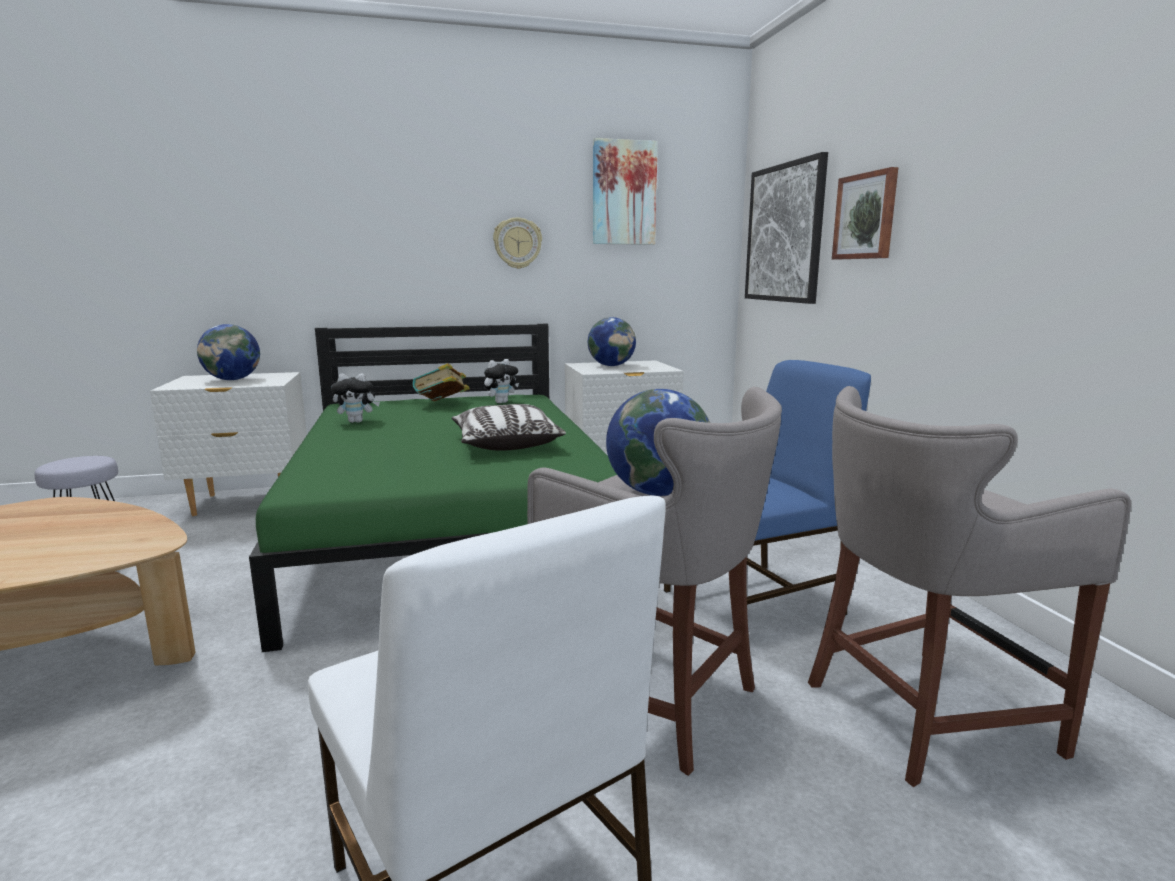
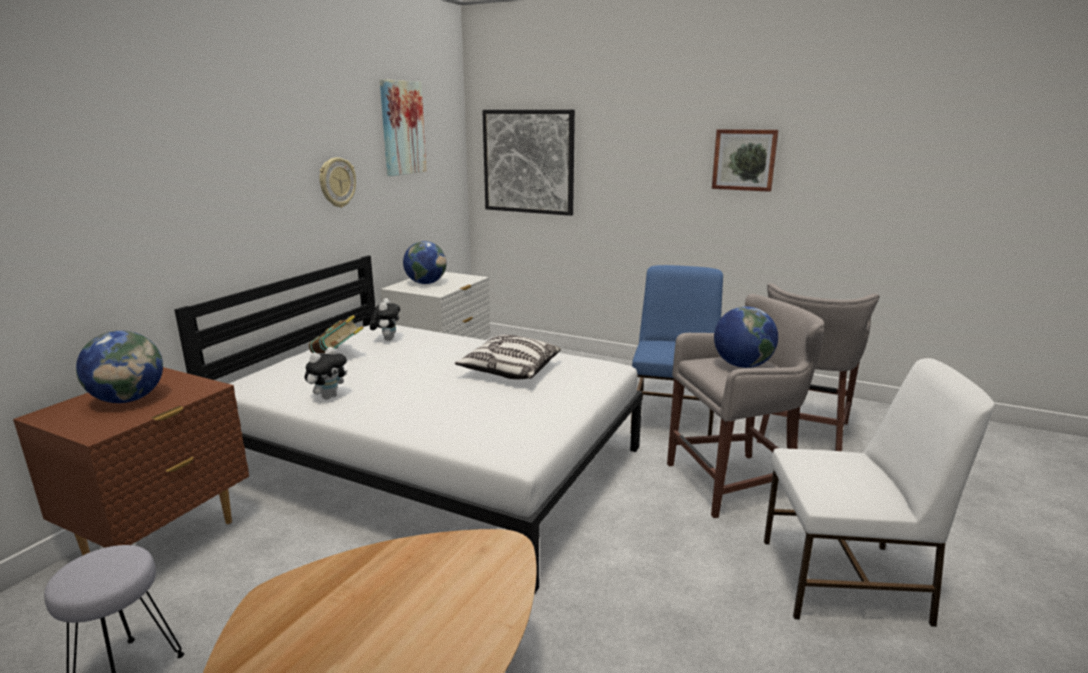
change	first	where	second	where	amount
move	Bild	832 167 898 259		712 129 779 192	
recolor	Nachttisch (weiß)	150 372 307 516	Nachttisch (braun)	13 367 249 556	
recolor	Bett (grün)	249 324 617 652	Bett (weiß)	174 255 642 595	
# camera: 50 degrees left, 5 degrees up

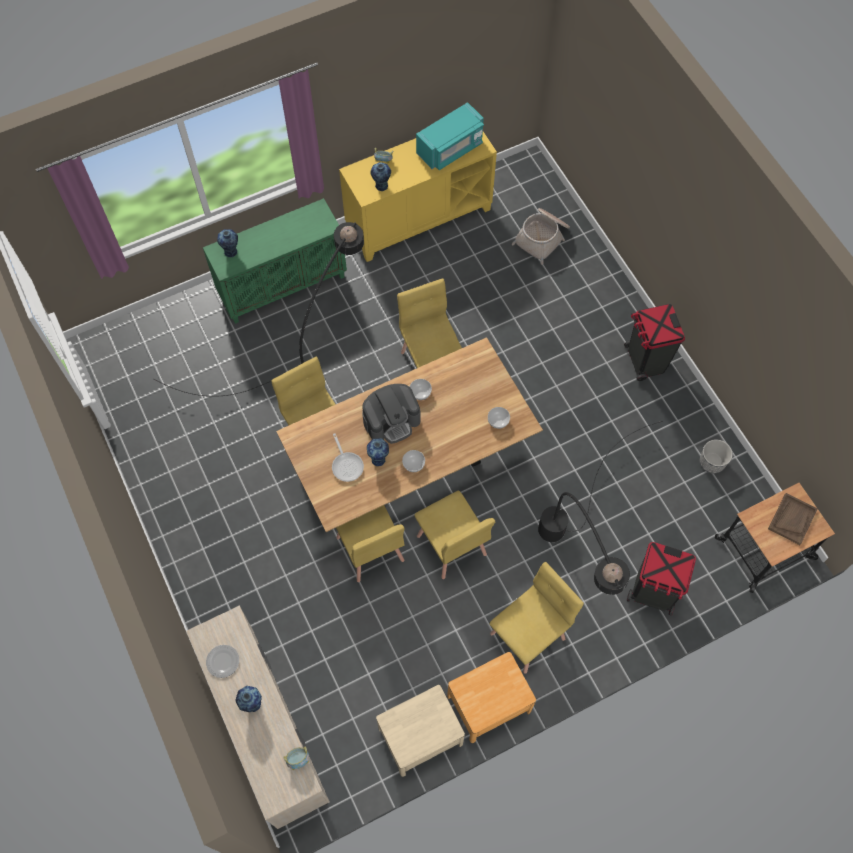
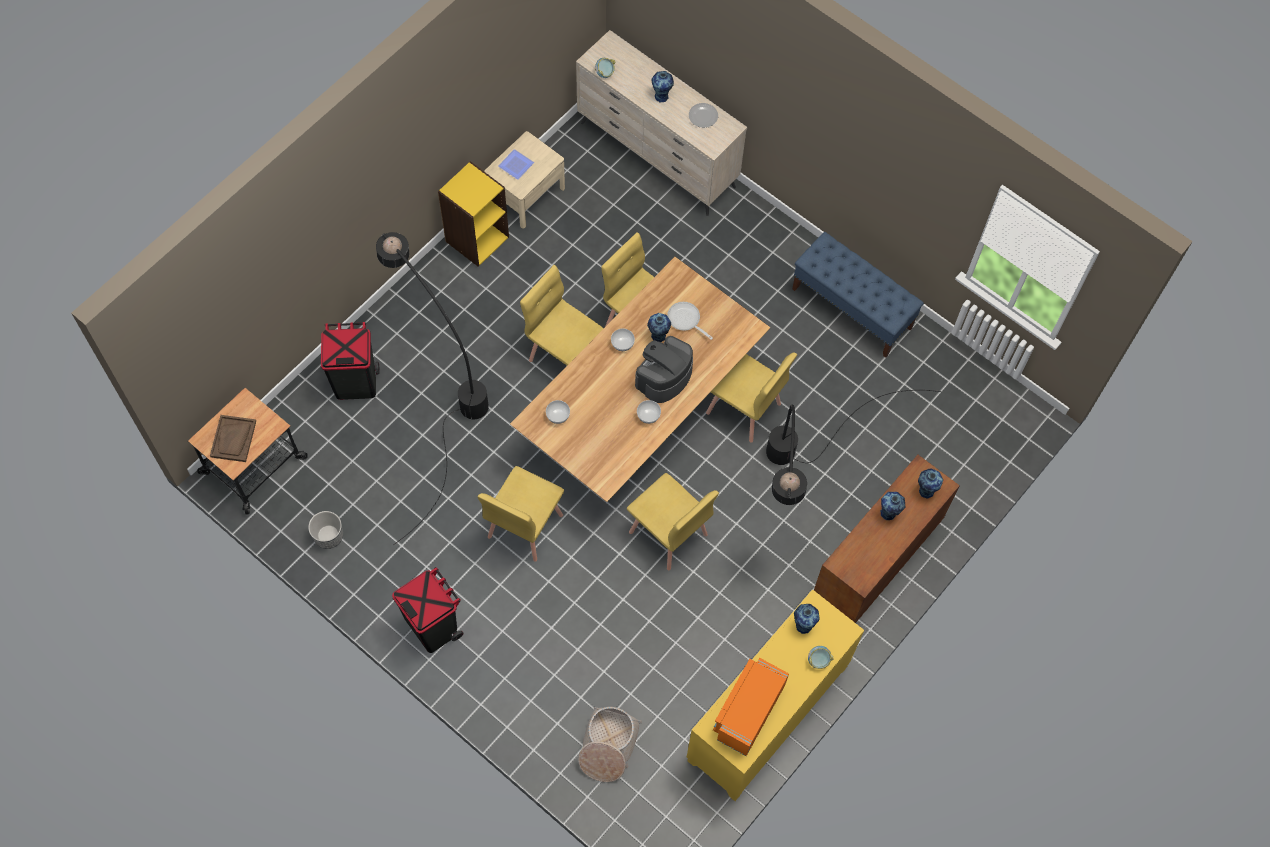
change	first	where	second	where	amount
insert			Teller	498 149 534 180	
insert			Bank (blau)	792 232 924 358	
insert			Vase	881 492 905 520	
move	Stuhl (gelb)	489 562 584 674		478 466 564 562	
replace	Nachttisch (braun)	447 652 536 743	Bücherregal (gelb)	438 161 509 267	
recolor	Schrank (grün)	203 198 347 324	Schrank (braun)	814 455 960 623	
recolor	Mikrowelle (türkis)	416 102 484 170	Mikrowelle (orange)	713 658 789 756	
# camera: 155 degrees right, 0 degrees up

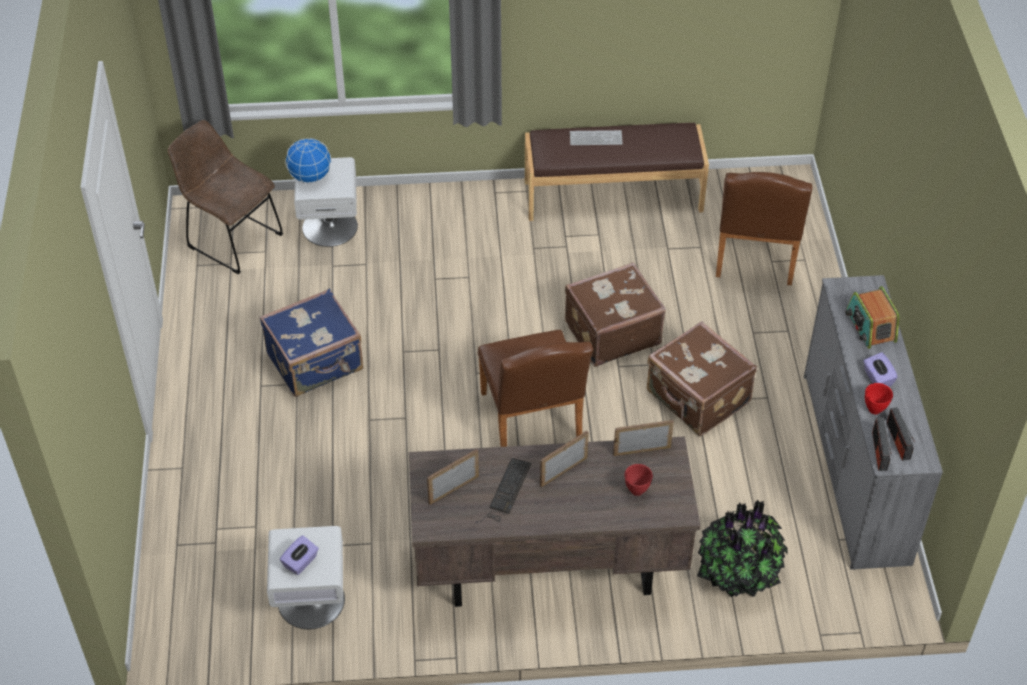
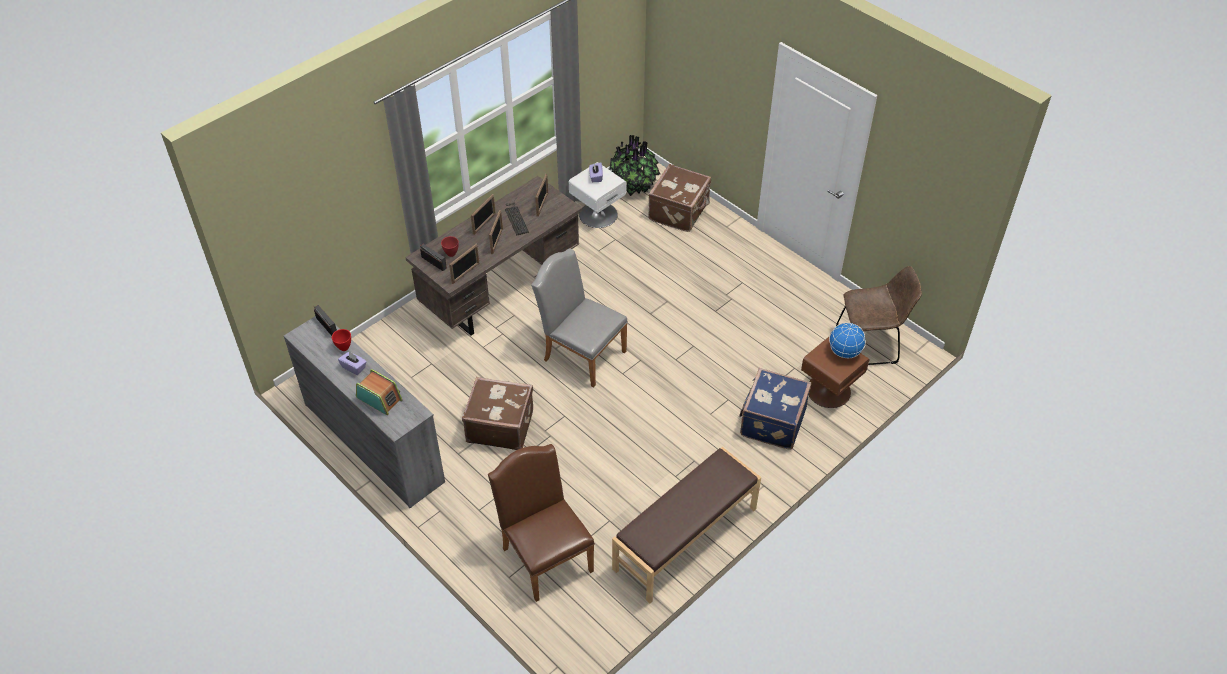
change	first	where	second	where	amount
delete	Tastatur	570 130 623 145			
insert			Bilderrahmen	471 194 496 235	
move	Koffer (blau)	260 289 363 397		739 368 811 450	
move	Koffer (braun)	565 262 666 367		648 164 711 232	
move	Topfpflanze	697 499 788 597		609 135 660 196	
move	Radio	887 408 915 461		420 244 447 271	
recolor	Nachttisch (weiß)	294 157 358 247	Nachttisch (braun)	801 335 870 408	
recolor	Stuhl (braun)	478 330 593 447	Stuhl (grau)	531 248 628 387	
# camera: 140 degrees right, 0 degrees up

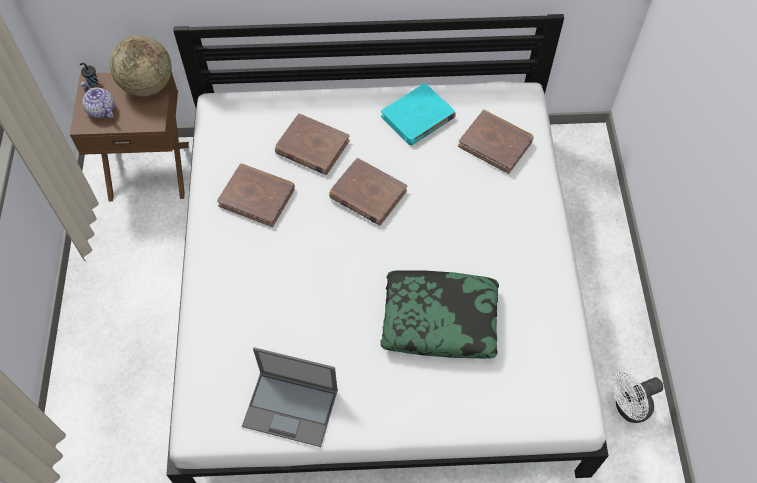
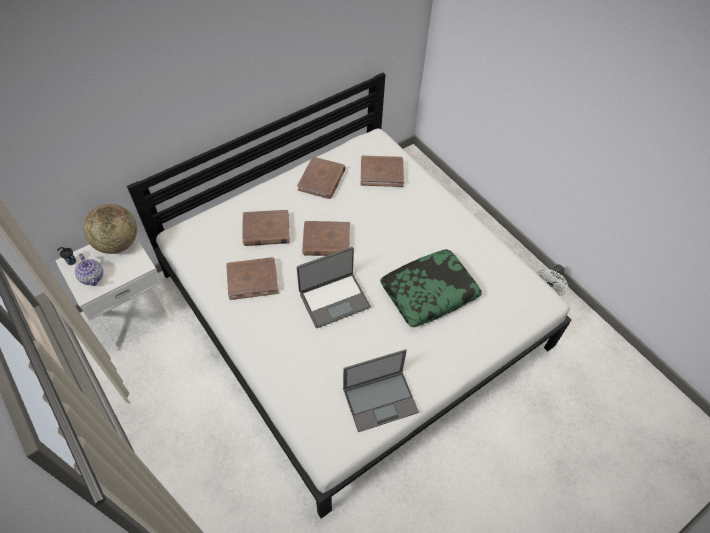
change	first	where	second	where	amount
insert			Laptop	297 247 371 328	
recolor	Nachttisch (braun)	70 71 189 202	Nachttisch (weiß)	55 238 174 353	
recolor	Buch (türkis)	381 83 456 145	Buch (braun)	297 157 346 199	
rotate	Teekanne	81 82 114 119		75 253 103 286	135 degrees counterclockwise
# camera: 35 degrees left, 5 degrees down

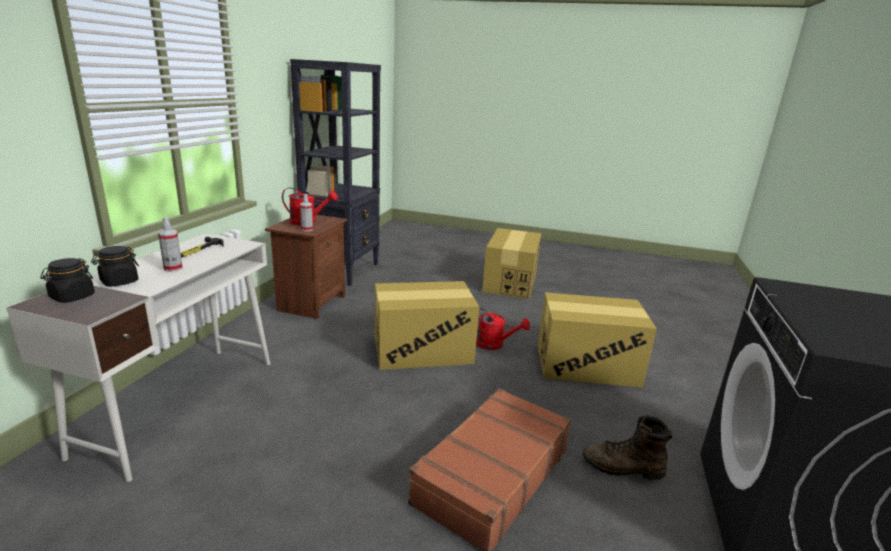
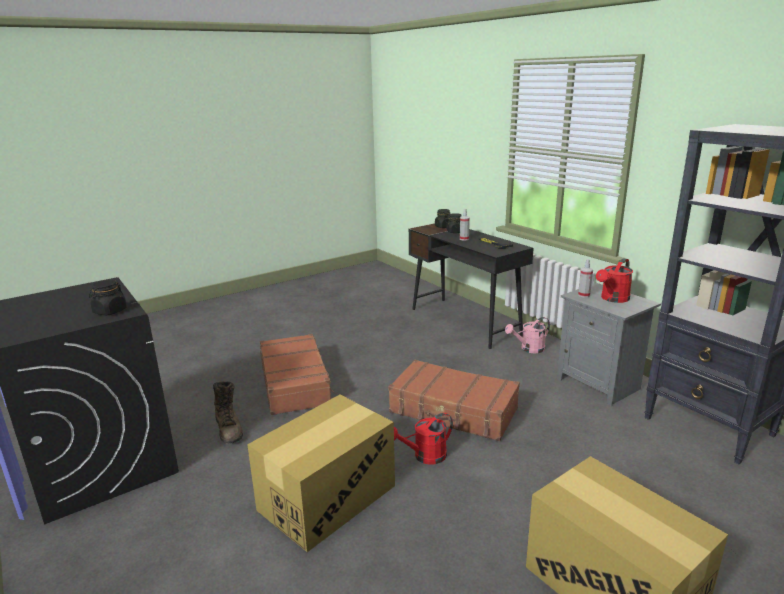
change	first	where	second	where	amount
insert			Vorratsglas (schwarz)	89 279 127 316	
insert			Gießkanne (rosa)	505 317 550 353	
replace	Karton	375 281 479 370	Koffer (braun)	388 360 520 441	
recolor	Schreibtisch (weiß)	6 234 270 482	Schreibtisch (schwarz)	409 223 534 349	
recolor	Nachttisch (braun)	265 215 347 319	Nachttisch (grau)	557 283 661 407	
rotate	Stiefel (braun)	582 416 673 480		213 381 243 443	105 degrees clockwise
# camera: 130 degrees right, 0 degrees up

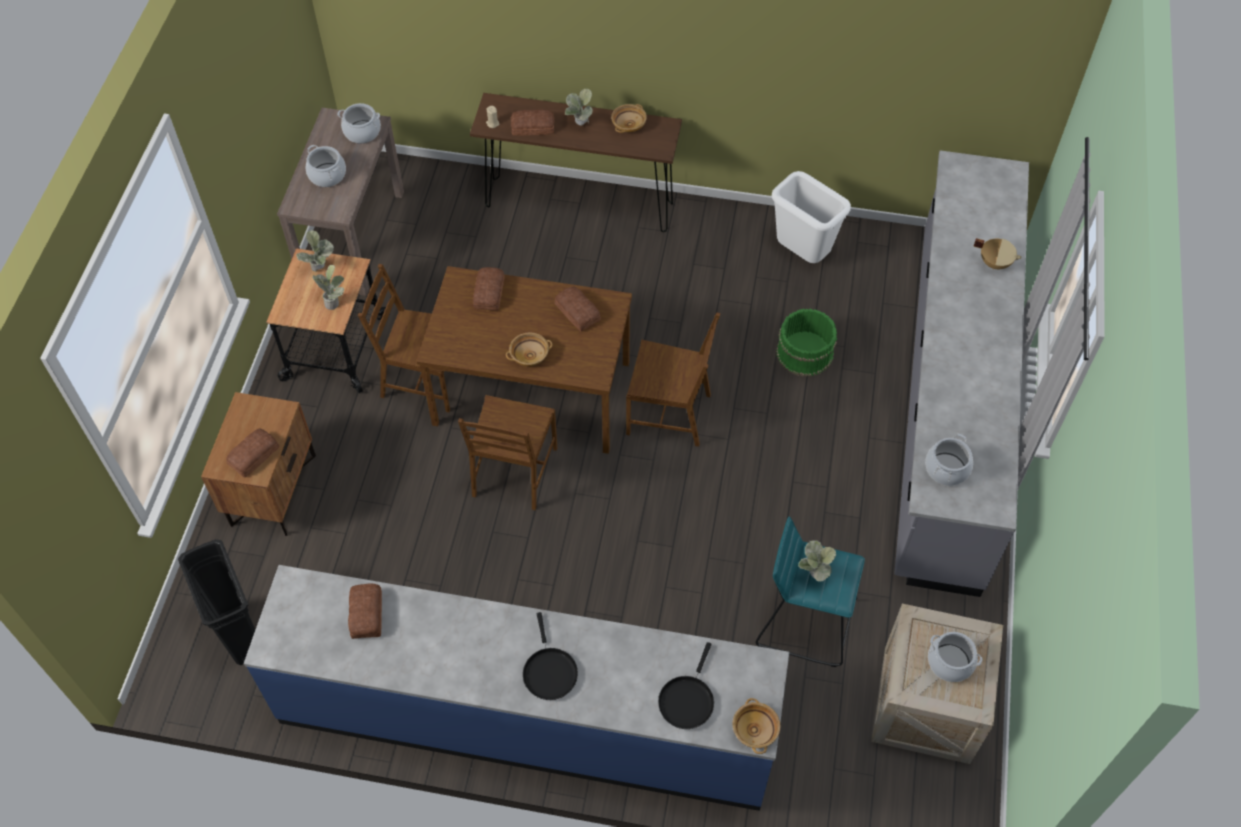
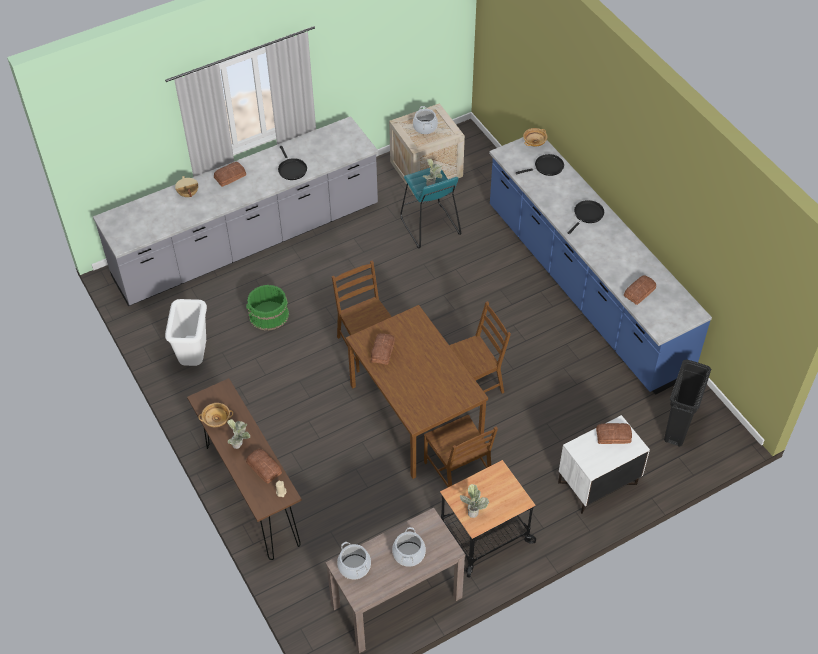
change	first	where	second	where	amount
delete	Topfpflanze	312 265 344 310			
delete	Schüssel (beige)	506 332 552 366			
delete	Kochtopf	925 434 973 486			
insert			Pfanne (schwarz)	278 146 307 180	
move	Brot	473 267 505 311		214 162 246 187	
recolor	Nachttisch (braun)	201 392 316 536	Nachttisch (weiß)	558 415 650 514	
# camera: 130 degrees left, 5 degrees down

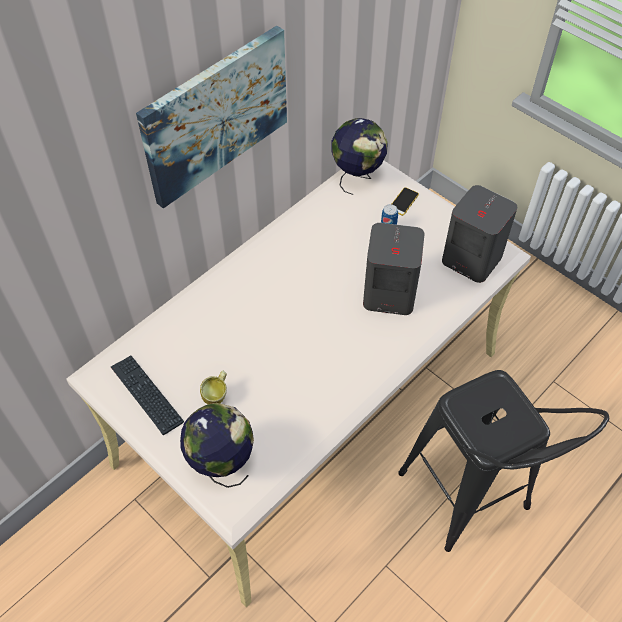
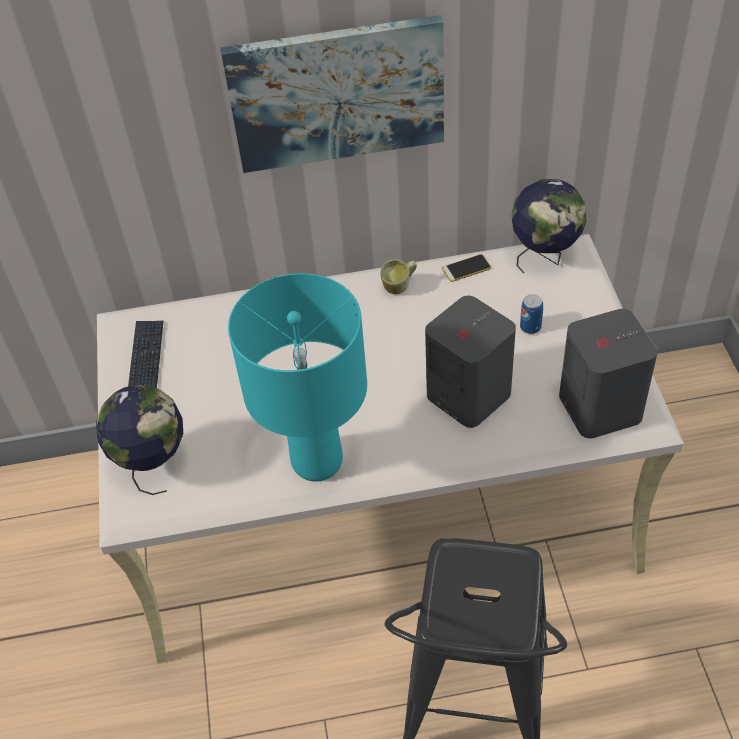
change	first	where	second	where	amount
insert			Tischlampe (türkis)	228 273 367 482	
move	Henkelbecher	200 371 227 404		380 259 417 294	
move	Handy	392 187 419 216		442 254 491 282	
# camera: 40 degrees right, 5 degrees down

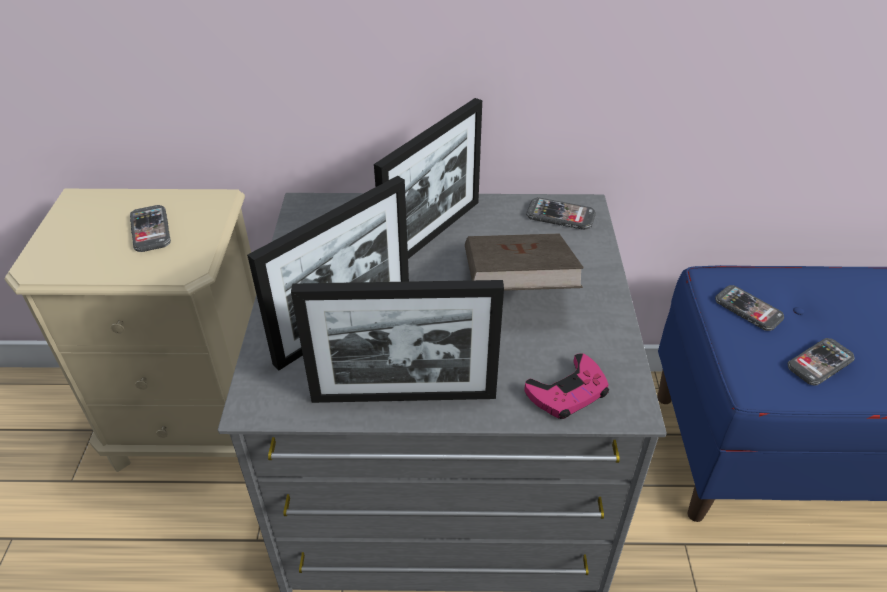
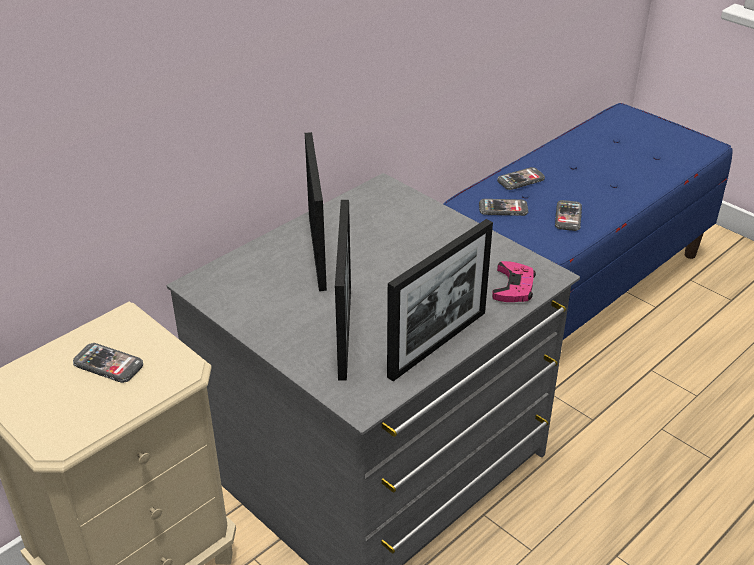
change	first	where	second	where	amount
delete	Buch (braun)	465 234 583 291			
move	Handy	526 197 596 230		497 167 545 190	
# camera: 45 degrees left, 5 degrees down

